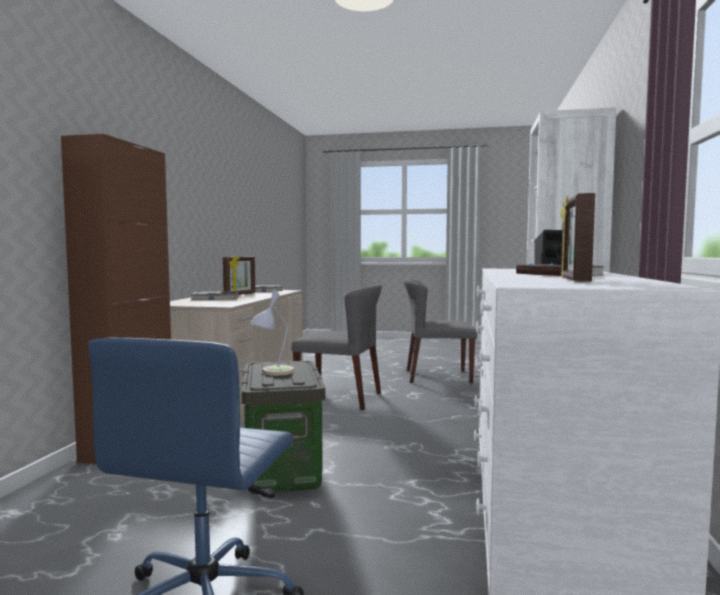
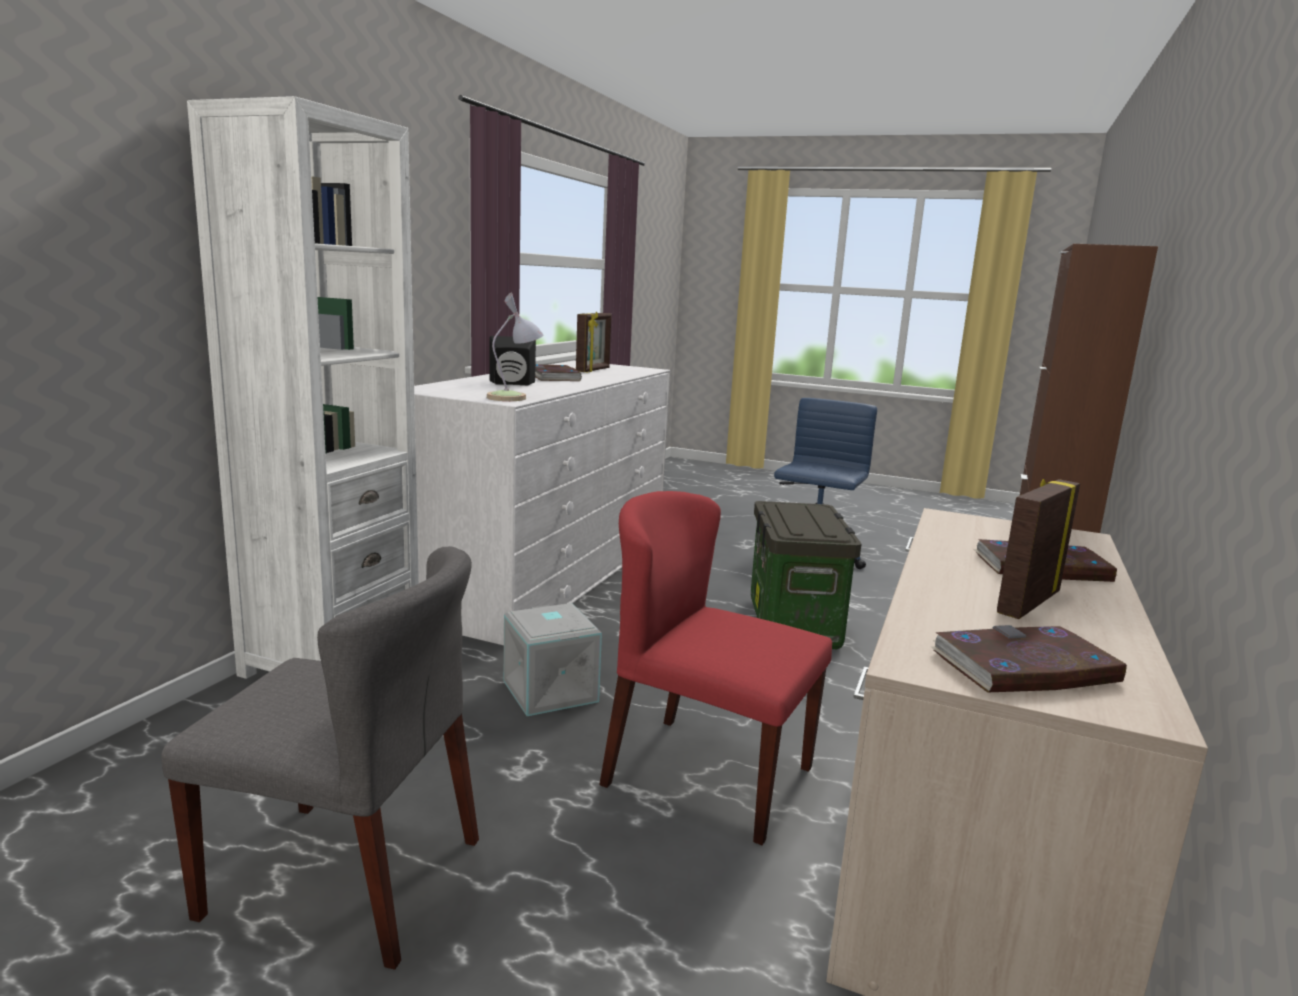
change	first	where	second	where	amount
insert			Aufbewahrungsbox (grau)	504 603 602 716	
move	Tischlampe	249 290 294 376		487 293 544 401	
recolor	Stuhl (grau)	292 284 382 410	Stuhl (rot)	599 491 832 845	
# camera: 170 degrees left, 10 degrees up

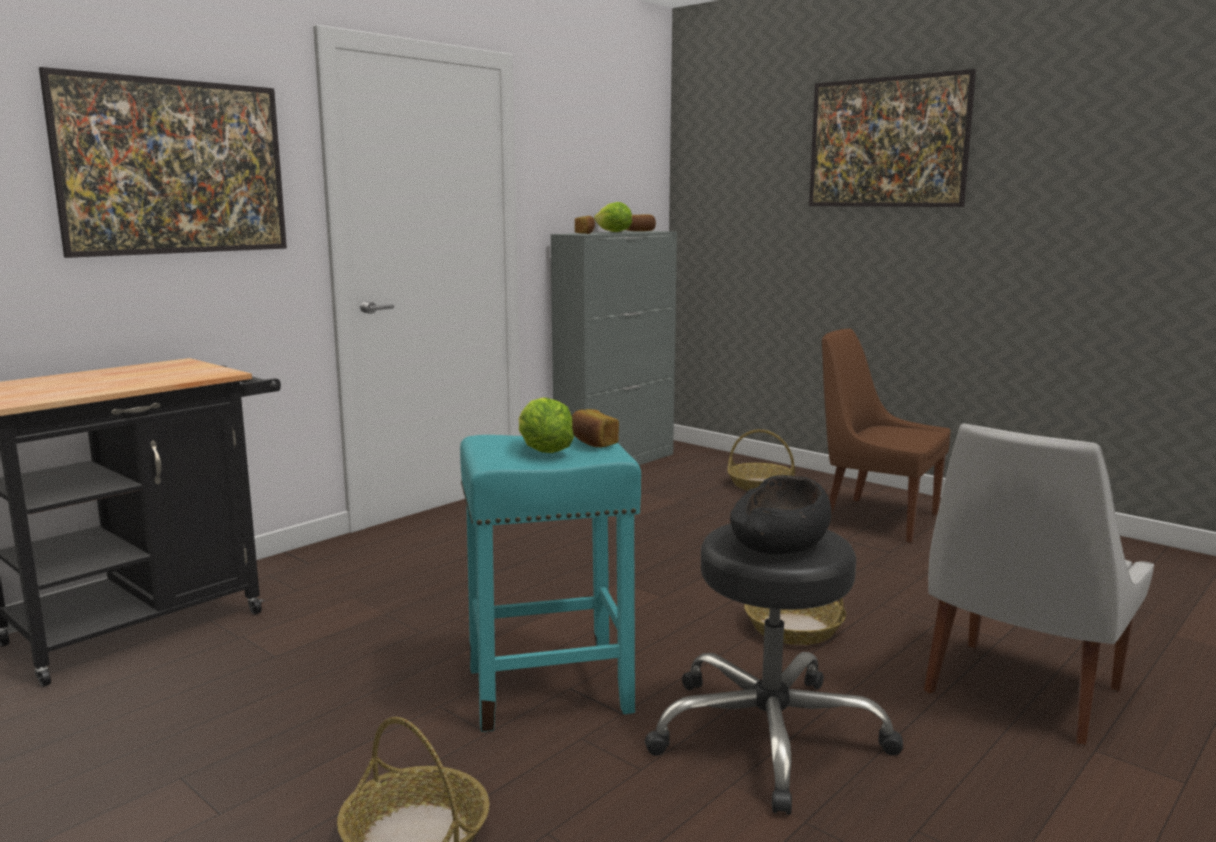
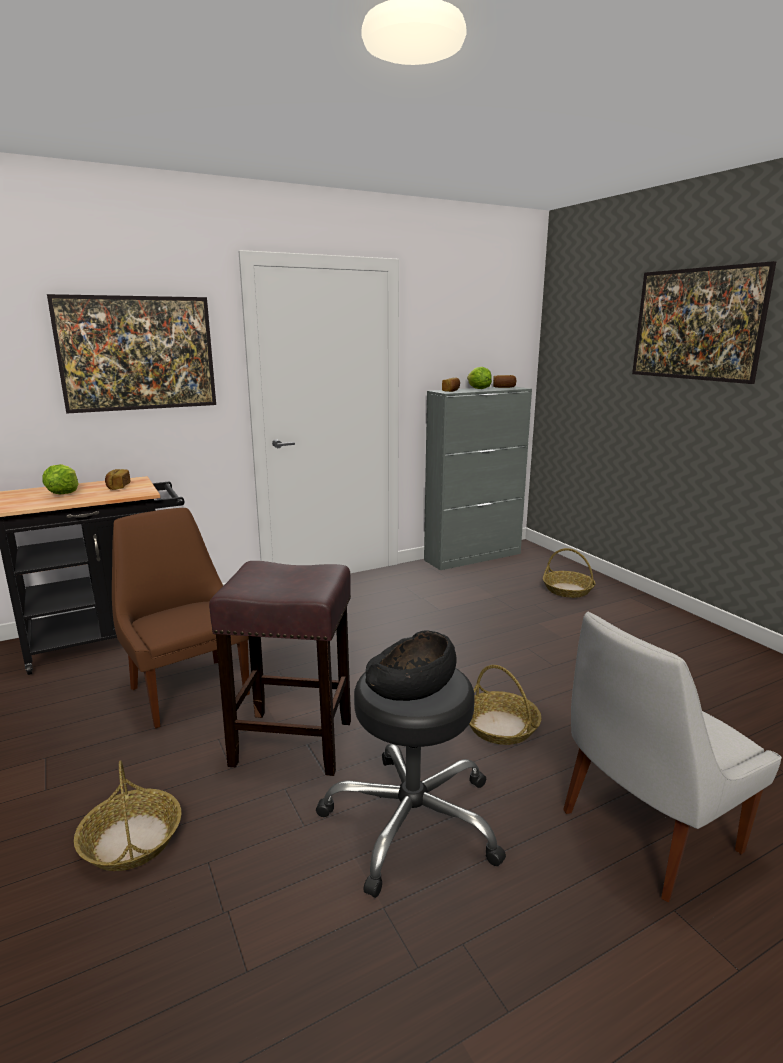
change	first	where	second	where	amount
move	Salatkopf	519 397 574 453		42 464 79 494	
move	Brot	572 409 619 448		105 469 130 490	
move	Stuhl (braun)	822 329 951 543		112 508 250 728	
recolor	Hocker (türkis)	460 435 641 732	Hocker (braun)	209 561 351 776	
# camera: 20 degrees right, 5 degrees up

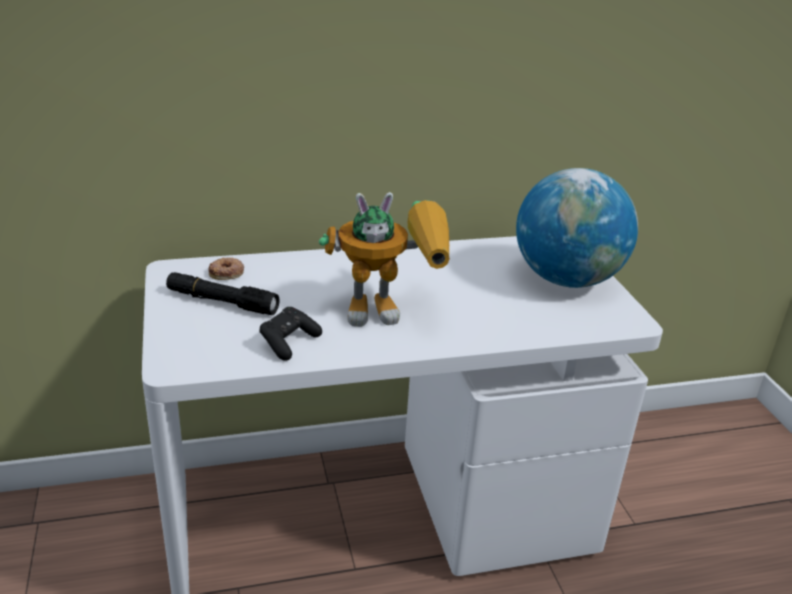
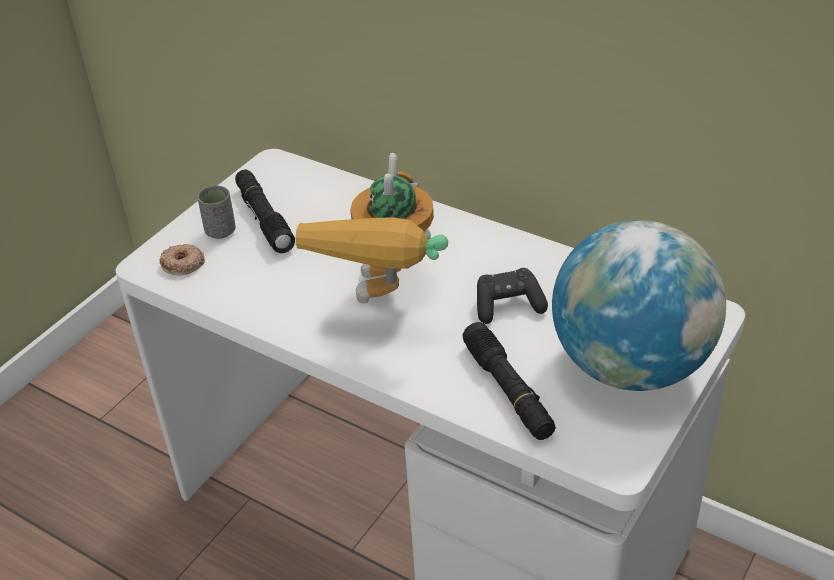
change	first	where	second	where	amount
insert			Tasse (grau)	198 186 236 239	
insert			Taschenlampe (schwarz)	463 322 556 440	
move	Donut	208 257 244 280		159 244 205 275	
move	Gamepad (schwarz)	259 307 322 361		477 268 548 324	
rotate	Spielzeugroboter	319 192 450 327		296 153 448 303	60 degrees clockwise
# camera: 50 degrees right, 10 degrees up

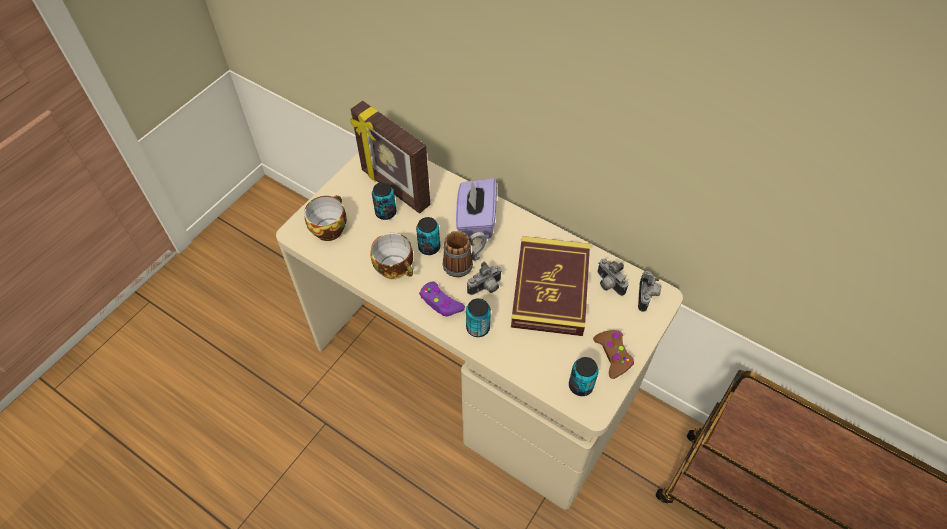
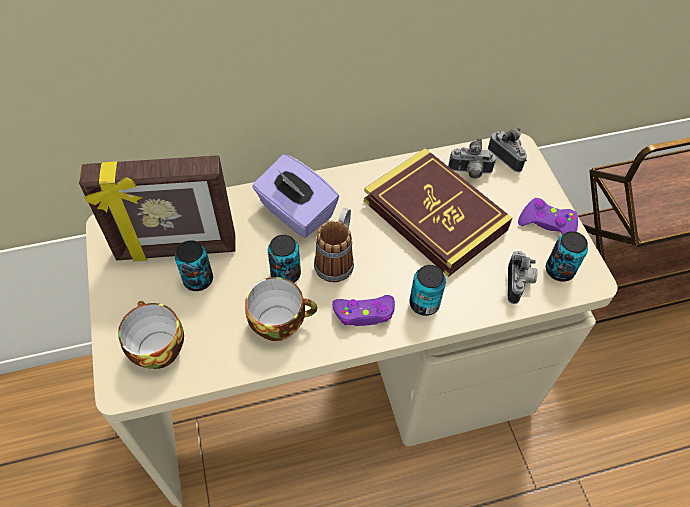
change	first	where	second	where	amount
move	Kamera	467 262 502 295		508 251 538 304	
recolor	Gamepad (braun)	593 330 634 379	Gamepad (lila)	518 198 578 235	
# camera: 50 degrees left, 0 degrees up

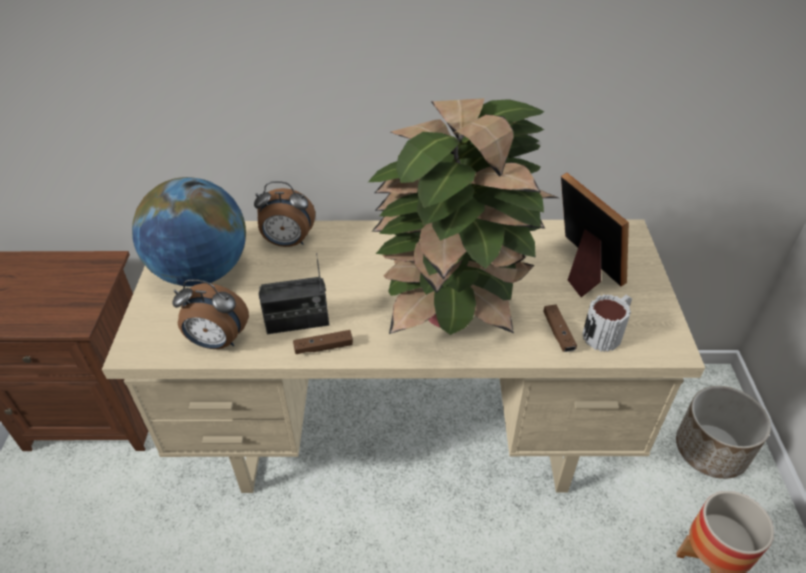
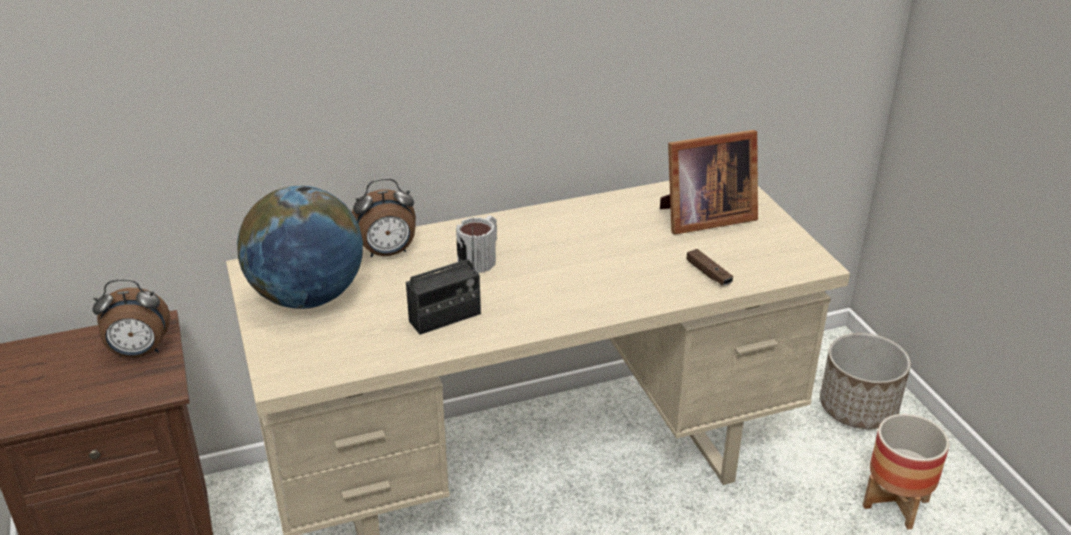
change	first	where	second	where	amount
delete	Gamepad (braun)	293 330 353 354			
delete	Topfpflanze	368 98 559 335			
move	Wecker	173 279 249 349		93 279 170 358	
move	Henkelbecher	582 294 632 352		456 215 497 273	
rotate	Bilderrahmen	561 173 629 297		660 130 758 235	120 degrees clockwise
# camera: 20 degrees left, 10 degrees down

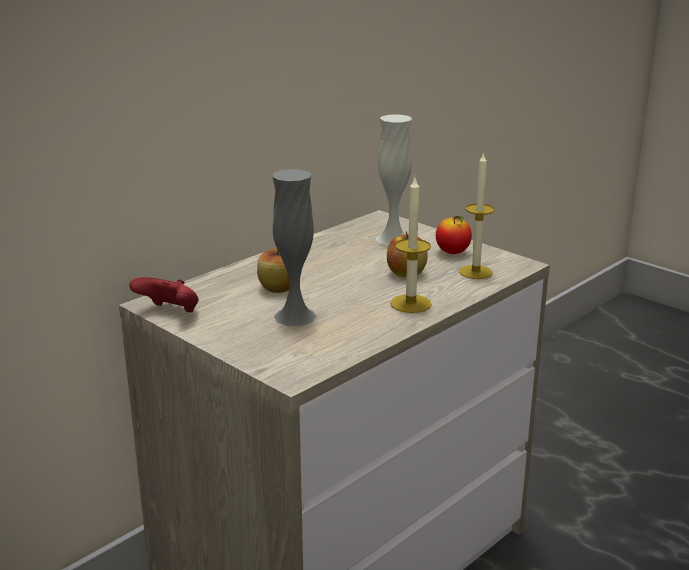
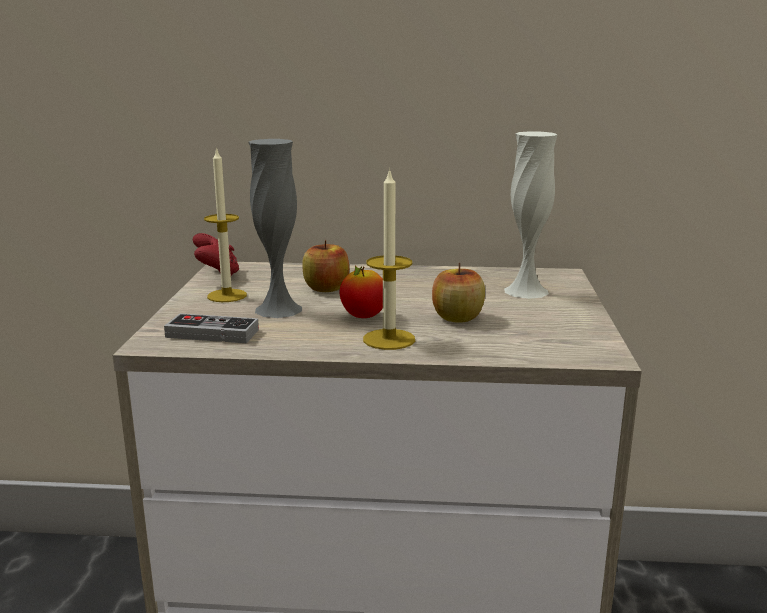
change	first	where	second	where	amount
insert			Gamepad	164 313 259 343	
move	Apfel	436 216 472 254		339 266 383 318	
move	Kerze	459 152 494 279		204 147 247 302	
# camera: 50 degrees right, 5 degrees down

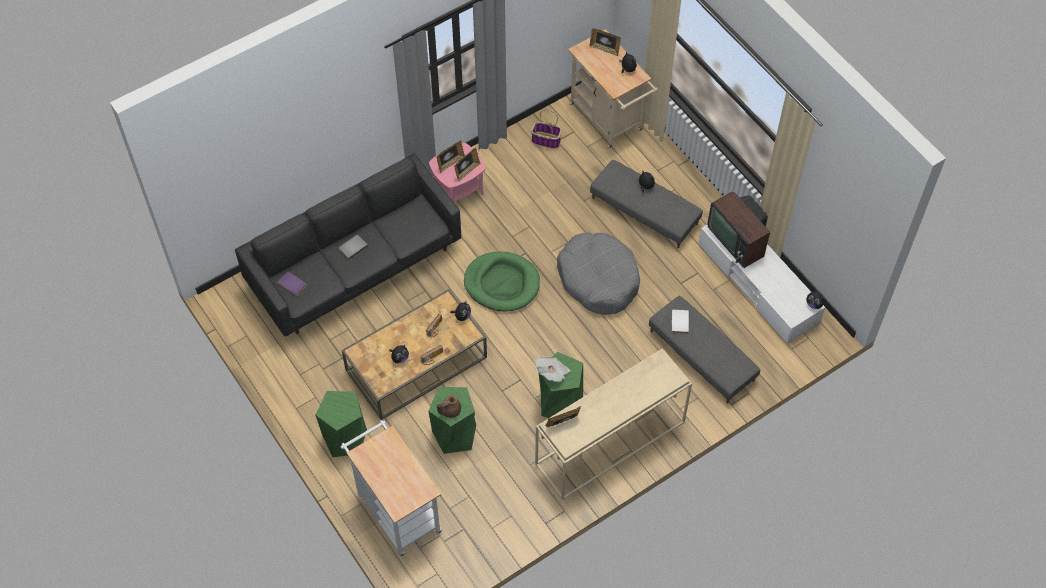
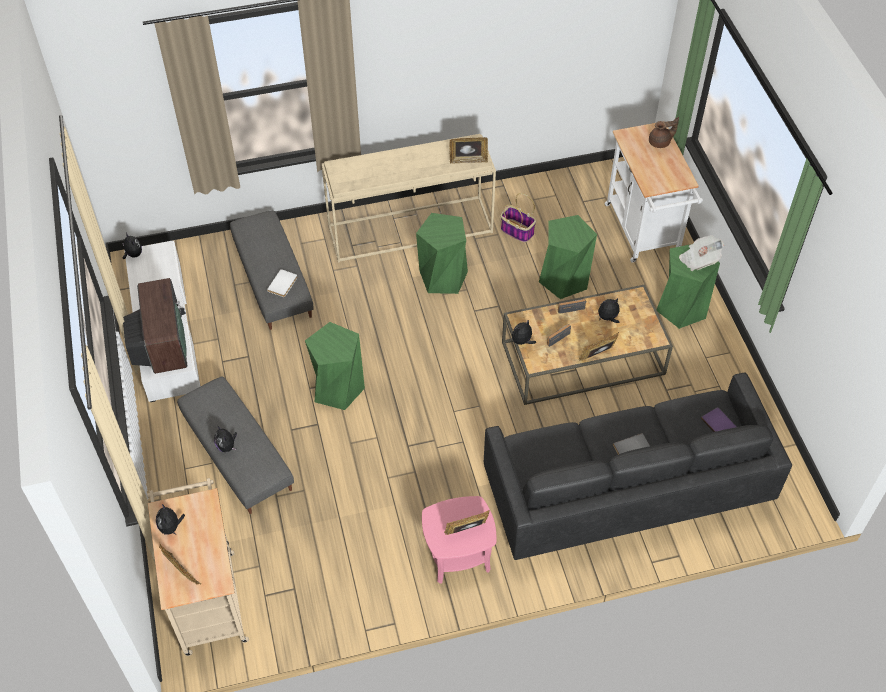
change	first	where	second	where	amount
delete	Hundebett (grün)	464 252 540 312			
move	Teekanne (braun)	437 395 461 418		649 117 679 148	
move	Bilderrahmen	454 148 481 182		578 332 619 361	
move	Korb	531 110 562 149		501 193 536 242	
move	Zeitung	535 357 570 382		679 235 724 271	
replace	Hundebett (grau)	557 233 640 315	Hocker (grün)	305 322 365 410	
# camera: 160 degrees left, 5 degrees down

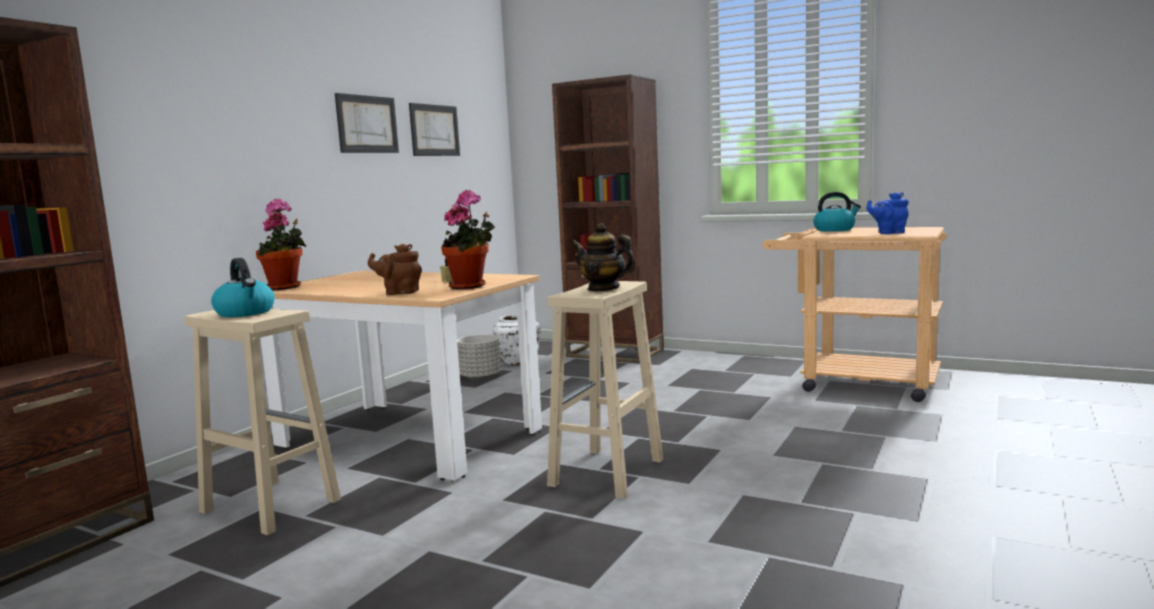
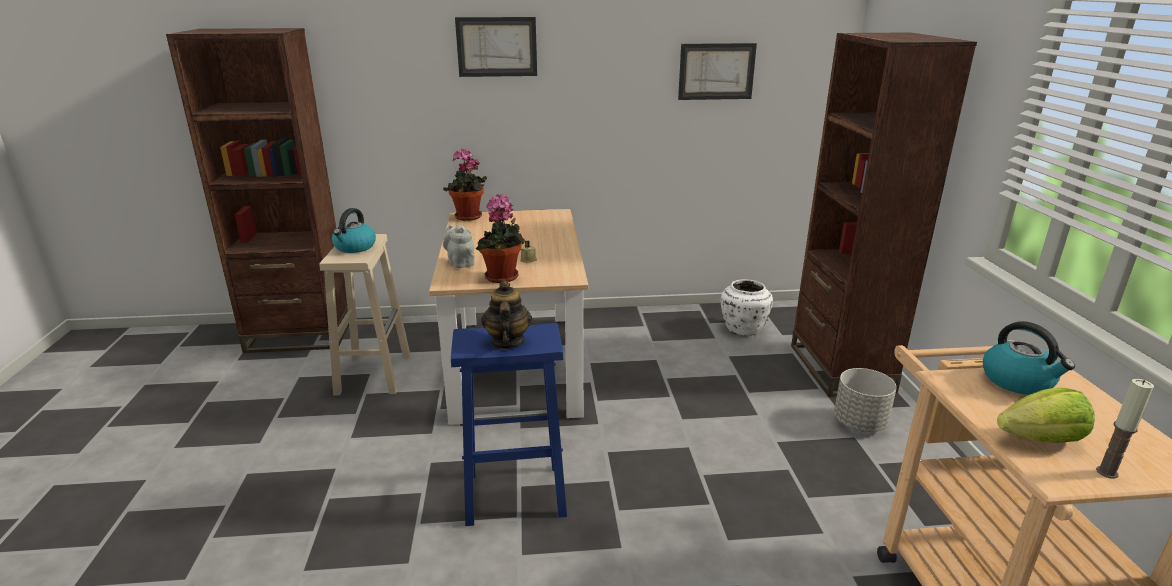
change	first	where	second	where	amount
insert			Kerze	1096 379 1154 479	
move	Bild	335 93 399 153		455 17 537 77	
move	Pflanzkübel (grau)	457 334 501 380		834 368 897 432	
replace	Teekanne (blau)	866 192 909 234	Salatkopf	997 388 1095 443	
recolor	Teekanne (braun)	368 244 422 295	Teekanne (grau)	443 224 475 268	
recolor	Hocker (beige)	547 281 663 499	Hocker (blau)	451 323 567 526	
# camera: 55 degrees right, 15 degrees up

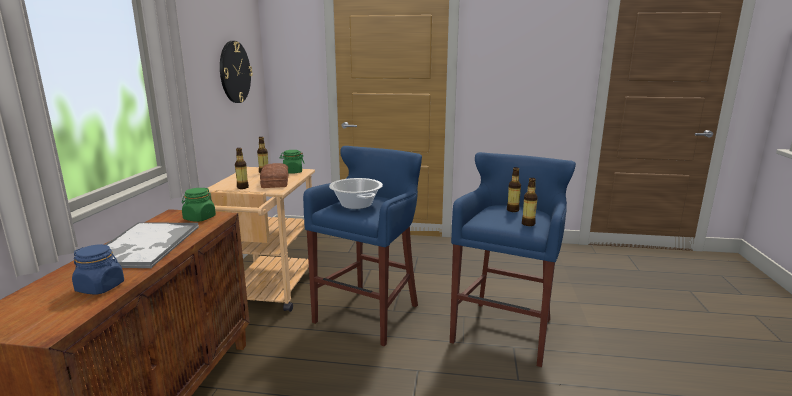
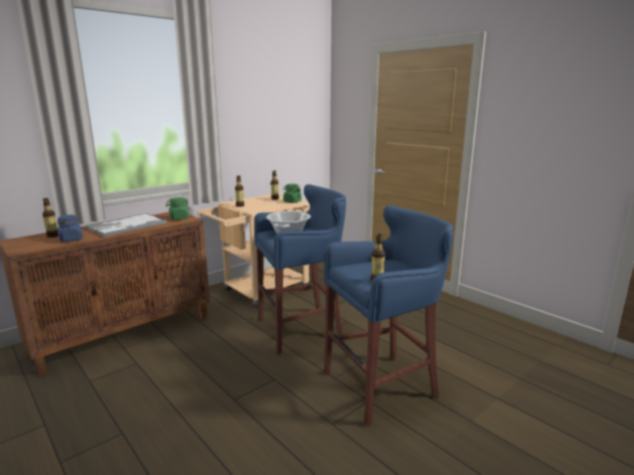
change	first	where	second	where	amount
delete	Wanduhr	220 41 253 103			
delete	Brot	260 163 289 188			
move	Flasche	507 167 521 212		42 198 58 238	
# camera: 40 degrees right, 0 degrees up

